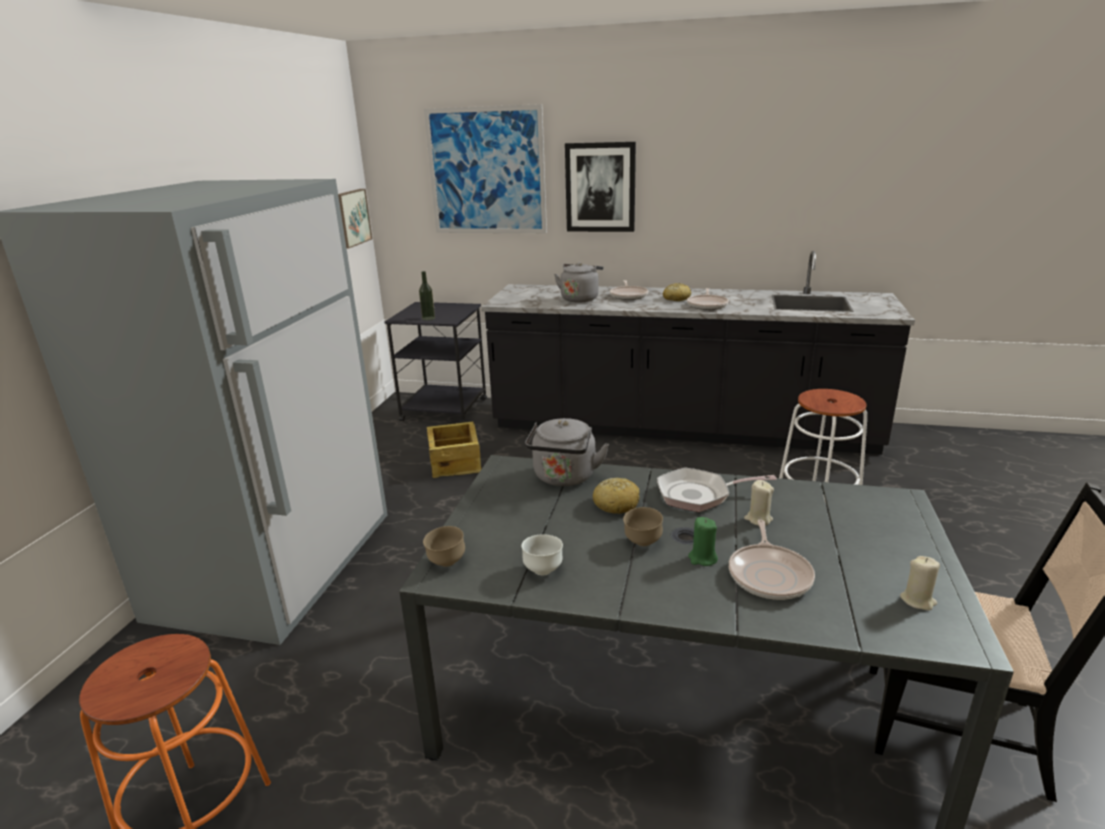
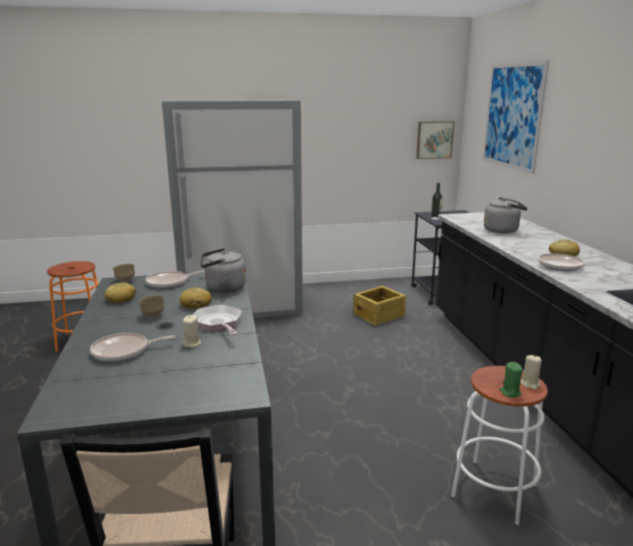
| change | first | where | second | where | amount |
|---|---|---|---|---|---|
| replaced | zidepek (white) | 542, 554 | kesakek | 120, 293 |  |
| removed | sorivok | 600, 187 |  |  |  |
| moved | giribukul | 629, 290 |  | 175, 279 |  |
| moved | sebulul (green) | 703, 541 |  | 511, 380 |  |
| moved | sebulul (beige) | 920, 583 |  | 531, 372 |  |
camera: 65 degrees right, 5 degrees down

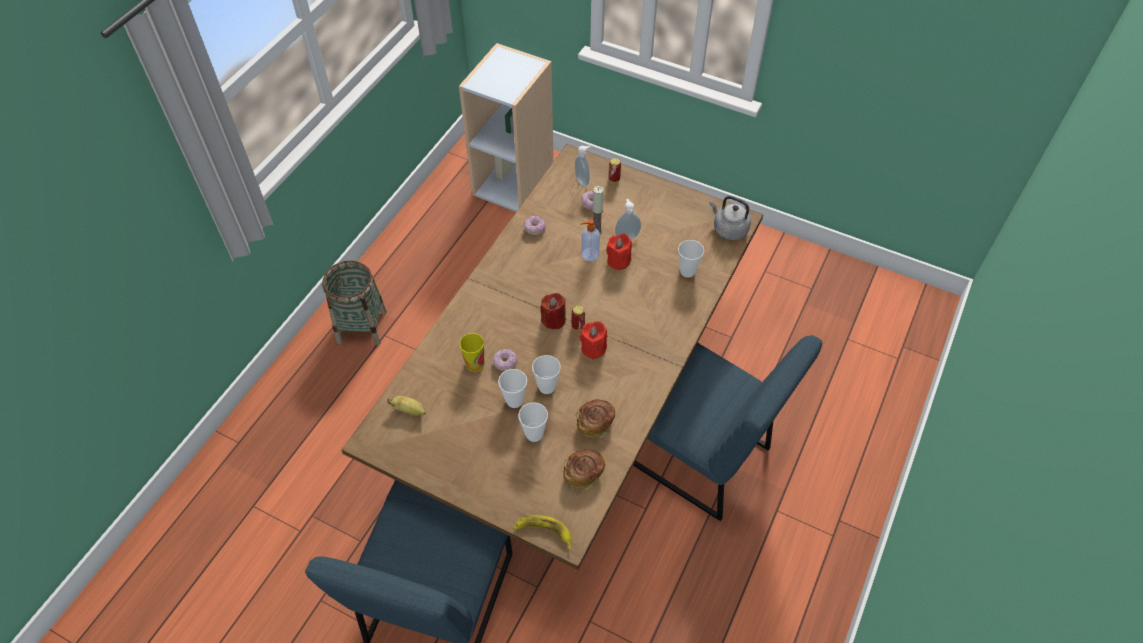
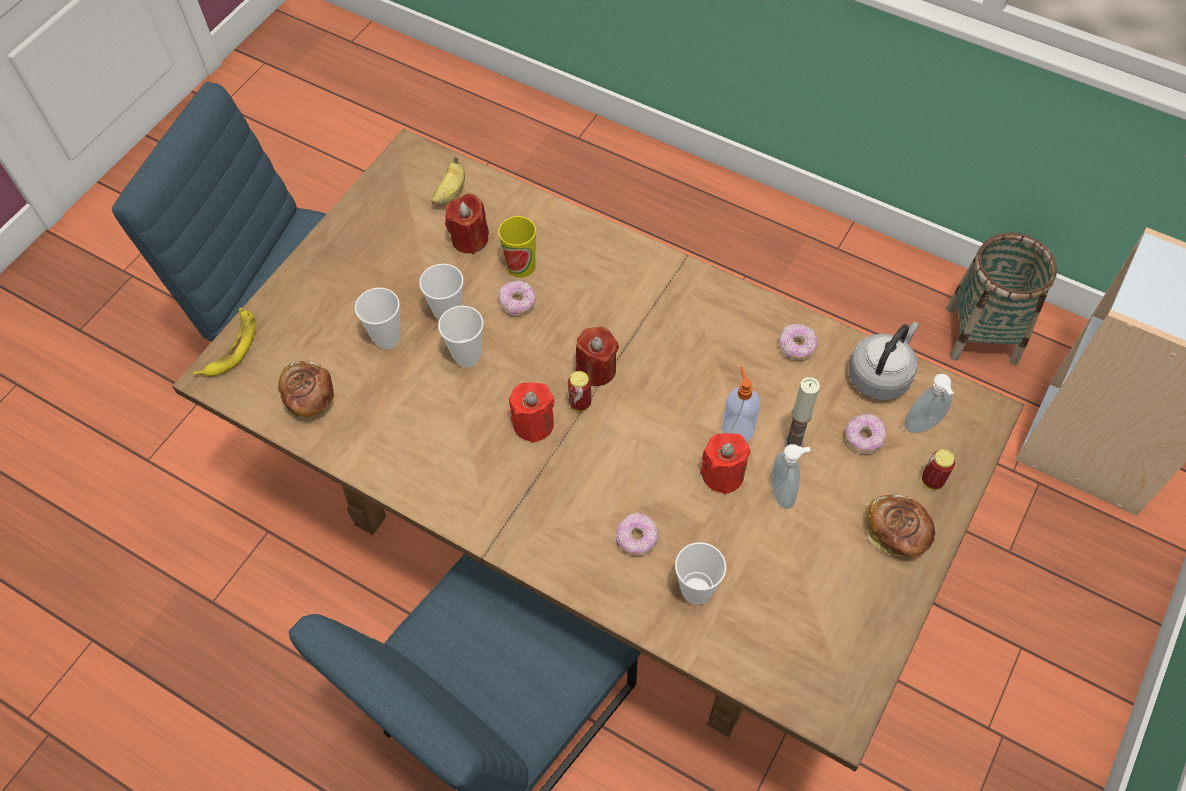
| change | first | where | second | where | amount |
|---|---|---|---|---|---|
| moved | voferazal | 354, 303 |  | 1001, 299 |  |
| moved | kesakek | 596, 418 |  | 901, 526 |  |
| moved | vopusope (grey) | 730, 218 |  | 883, 361 |  |
| added |  |  | sebulul (red) | 467, 224 |  |
| added |  |  | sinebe | 637, 534 |  |
camera: 95 degrees right, 5 degrees up

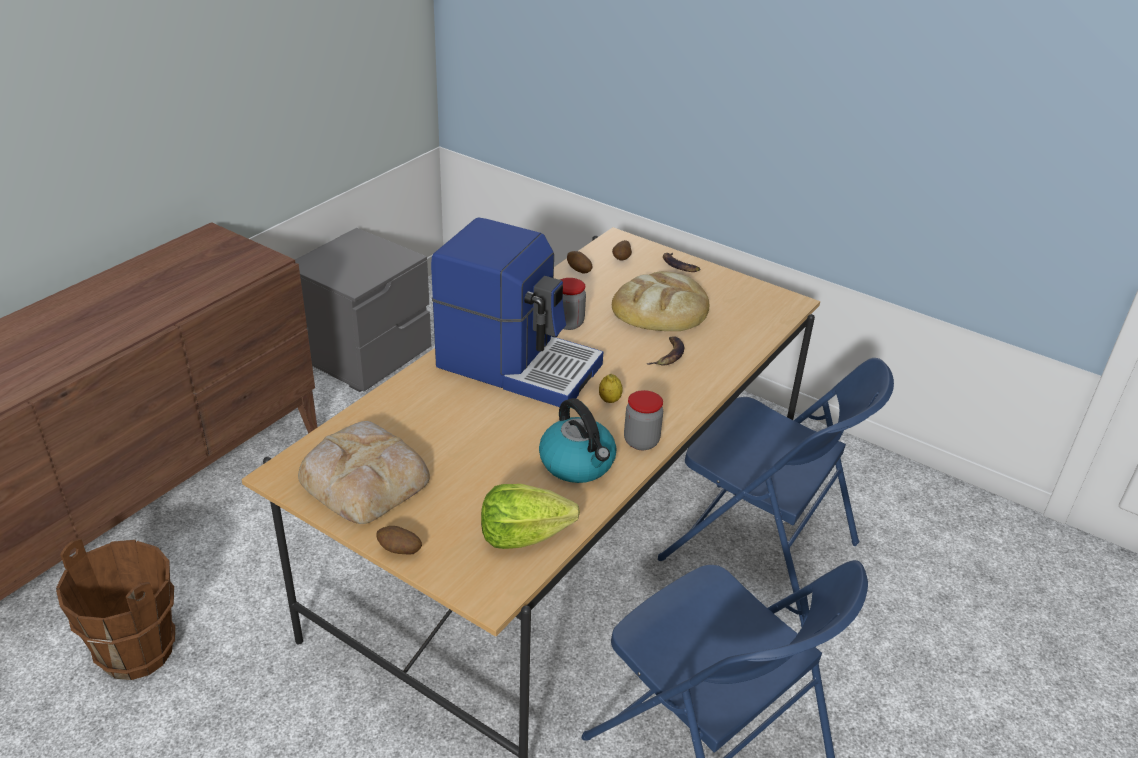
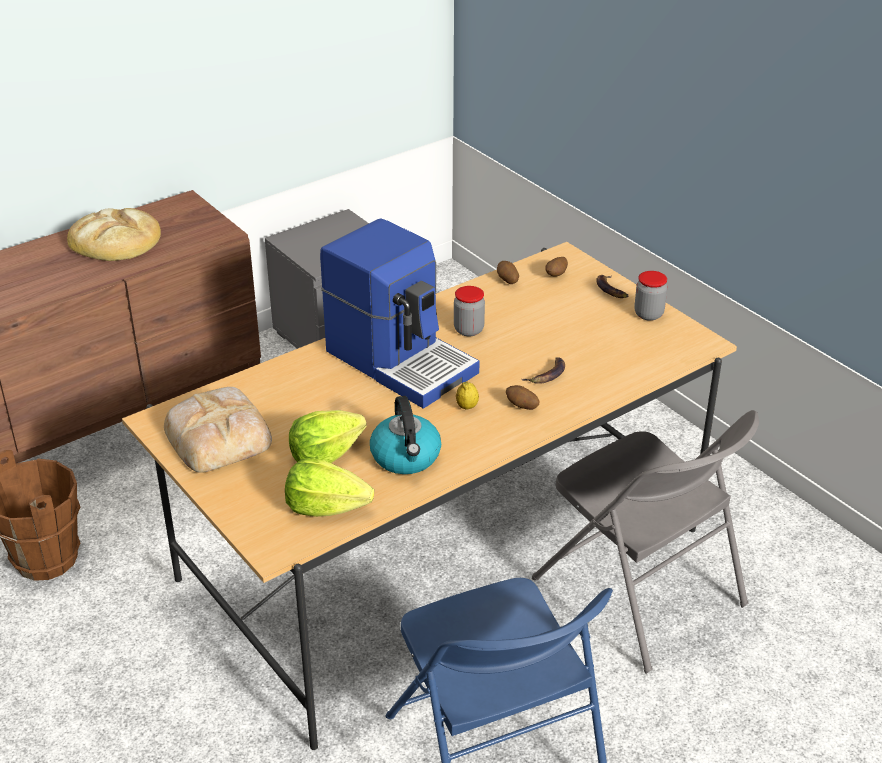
| change | first | where | second | where | amount |
|---|---|---|---|---|---|
| moved | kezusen | 399, 540 |  | 522, 397 |  |
| moved | kesakek | 660, 301 |  | 114, 234 |  |
| moved | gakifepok | 643, 420 |  | 650, 296 |  |
| recoloured | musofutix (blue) | 776, 492 | musofutix (grey) | 645, 542 |  |
| added |  |  | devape | 328, 436 |  |
camera: 20 degrees right, 0 degrees up

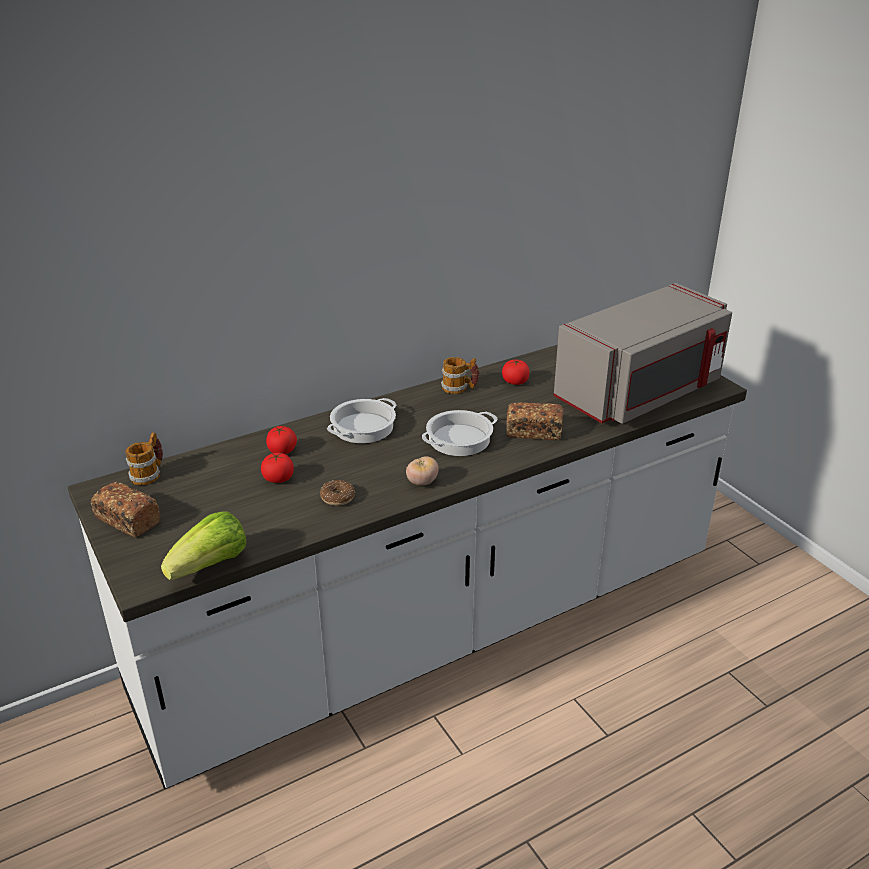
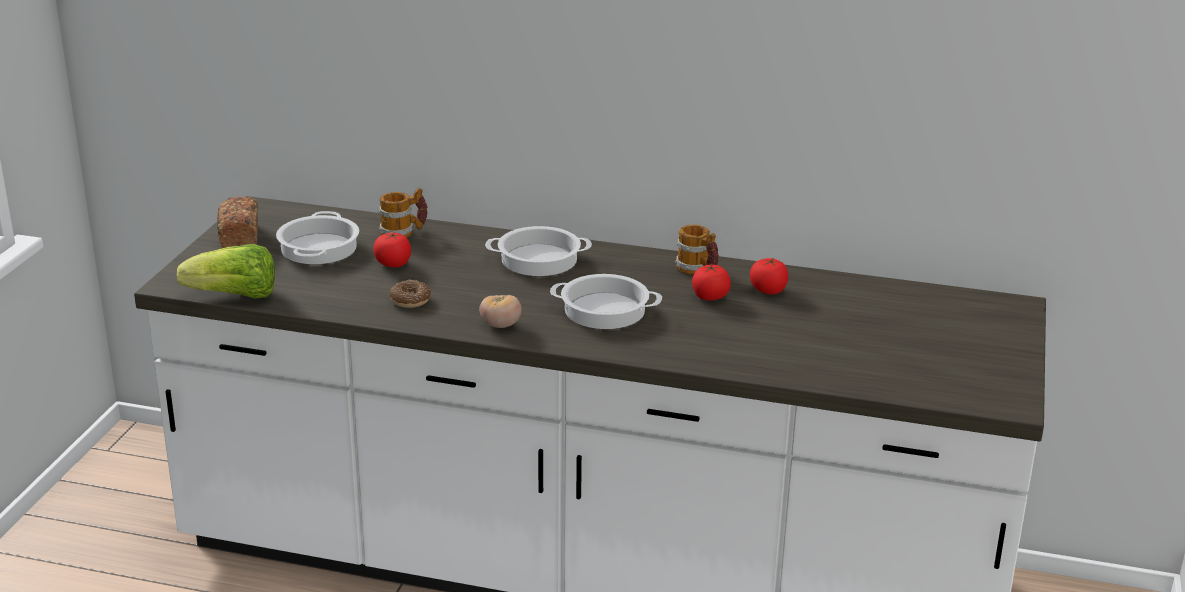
| change | first | where | second | where | amount |
|---|---|---|---|---|---|
| moved | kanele | 144, 458 |  | 403, 213 |  |
| moved | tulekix | 281, 440 |  | 711, 282 |  |
| removed | kesakek | 535, 421 |  |  |  |
| removed | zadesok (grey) | 643, 353 |  |  |  |
| added |  |  | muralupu | 317, 237 |  |
camera: 45 degrees right, 5 degrees down

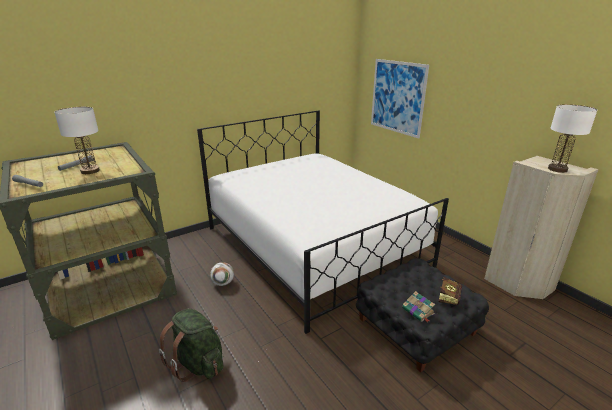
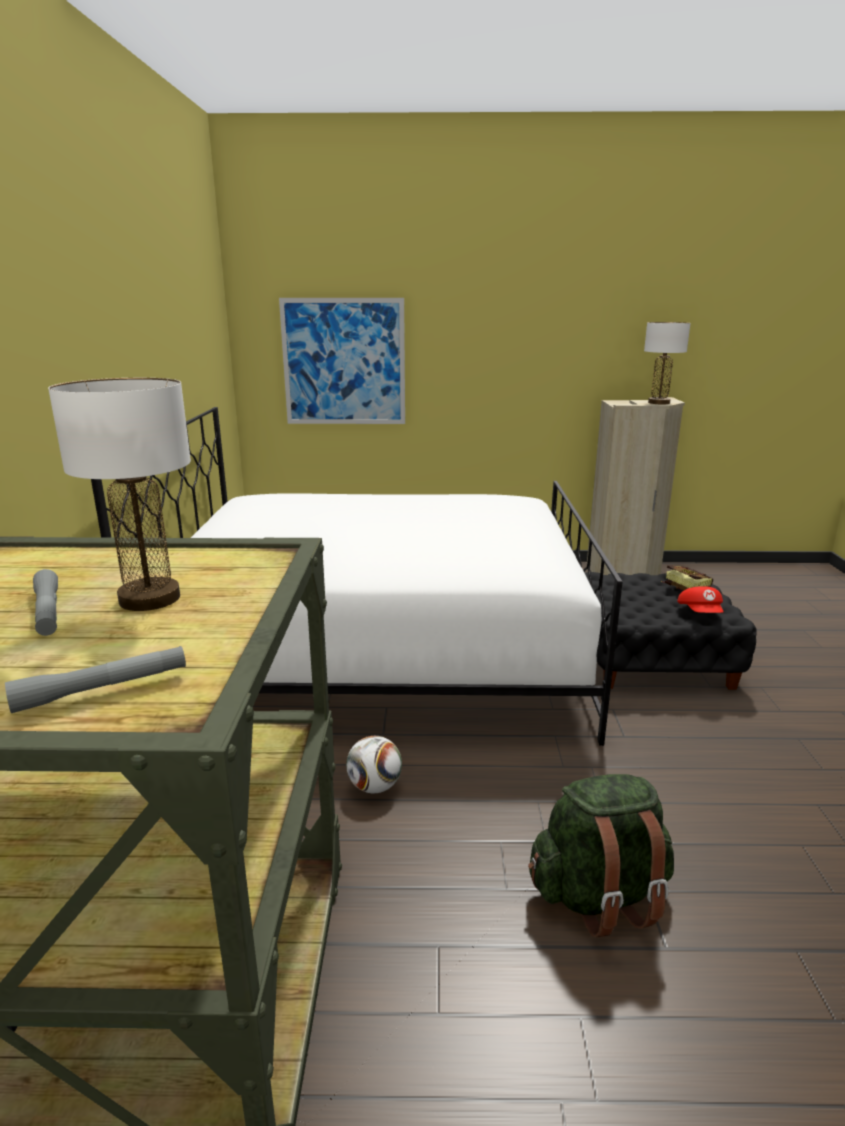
| change | first | where | second | where | amount |
|---|---|---|---|---|---|
| replaced | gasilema | 418, 306 | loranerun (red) | 700, 599 |  |
camera: 55 degrees left, 5 degrees down

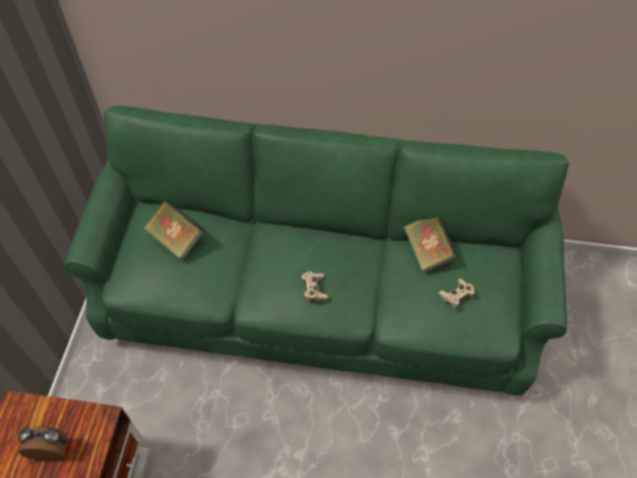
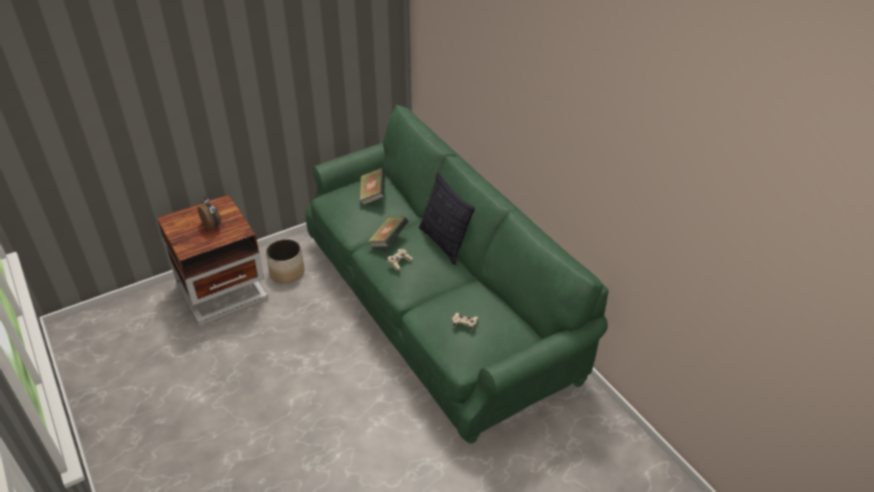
| change | first | where | second | where | amount |
|---|---|---|---|---|---|
| moved | gasilema | 431, 245 |  | 388, 232 |  |
| added |  |  | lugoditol | 285, 261 |  |
| added |  |  | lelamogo | 447, 218 |  |
camera: 50 degrees right, 15 degrees down

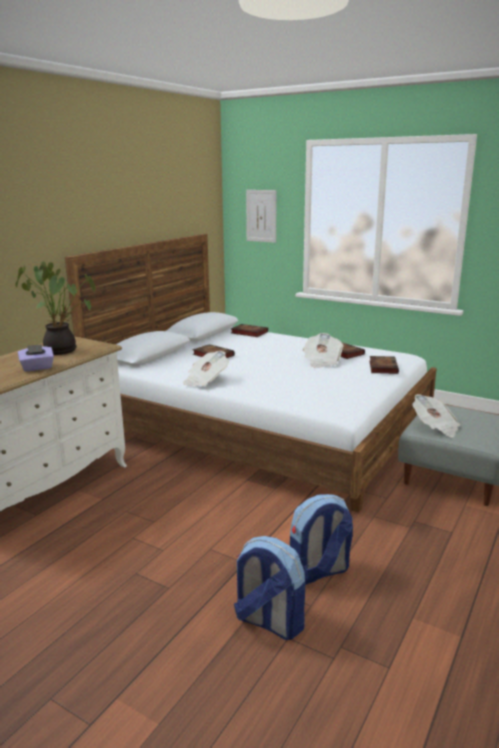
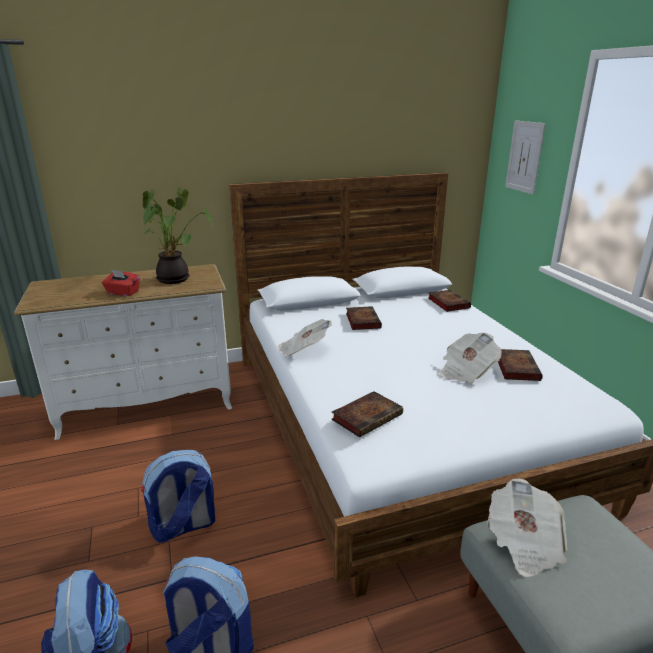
| change | first | where | second | where | amount |
|---|---|---|---|---|---|
| recoloured | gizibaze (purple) | 36, 358 | gizibaze (red) | 121, 283 |  |
| moved | gasilema | 384, 365 |  | 367, 414 |  |
| added |  |  | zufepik | 178, 496 |  |
camera: 40 degrees right, 5 degrees up

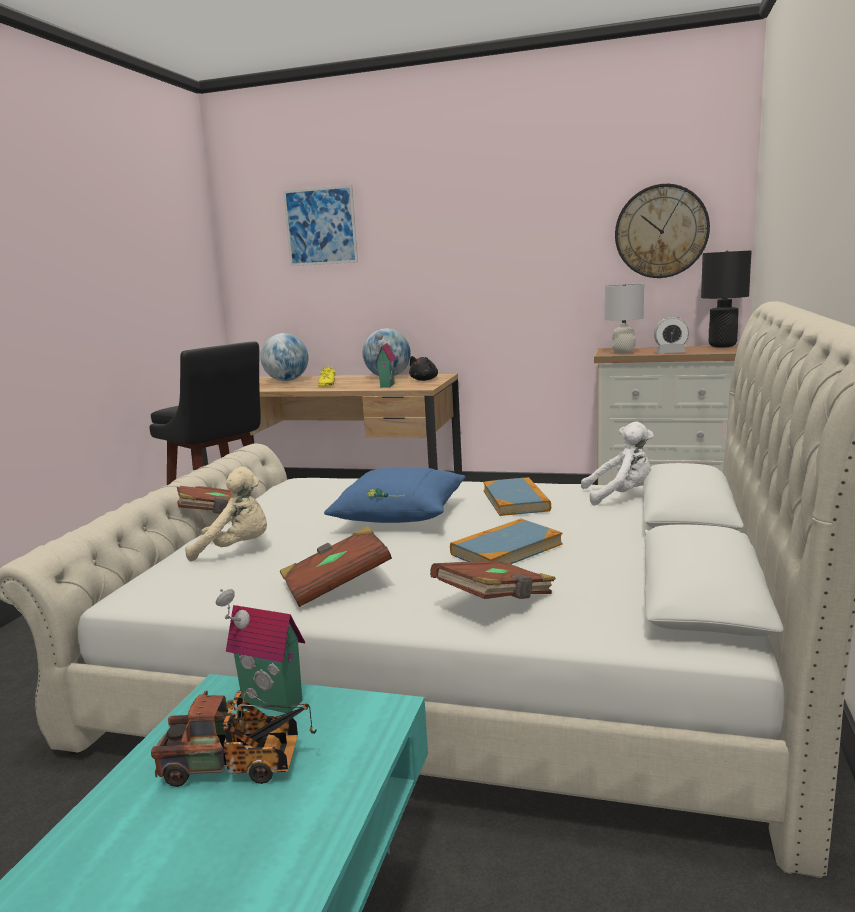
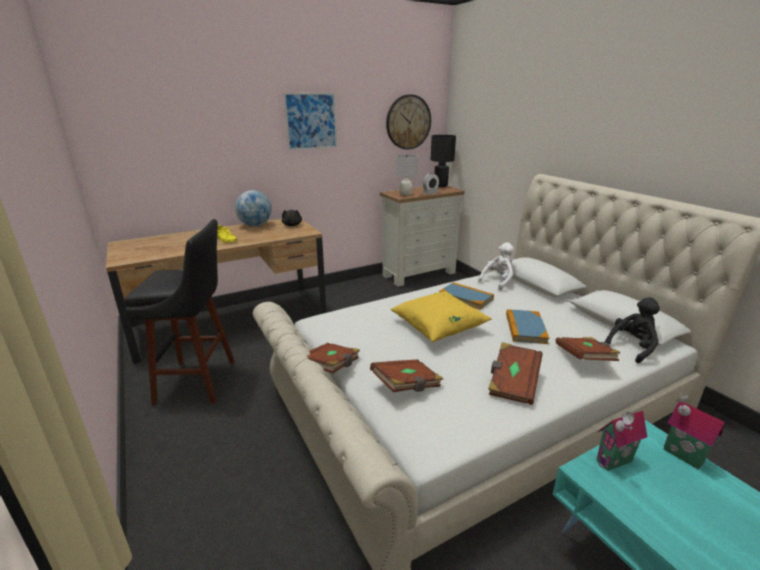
| change | first | where | second | where | amount |
|---|---|---|---|---|---|
| removed | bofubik | 234, 738 |  |  |  |
| replaced | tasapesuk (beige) | 226, 514 | gasilema (brown) | 406, 376 |  |
| removed | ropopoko | 284, 357 |  |  |  |
| moved | sorivok | 320, 225 |  | 310, 121 |  |
| recoloured | lelamogo (blue) | 394, 495 | lelamogo (yellow) | 441, 316 |  |
| moved | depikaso | 385, 360 |  | 694, 430 |  |
| added |  |  | tasapesuk (black) | 632, 330 |  |
camera: 45 degrees left, 10 degrees up

